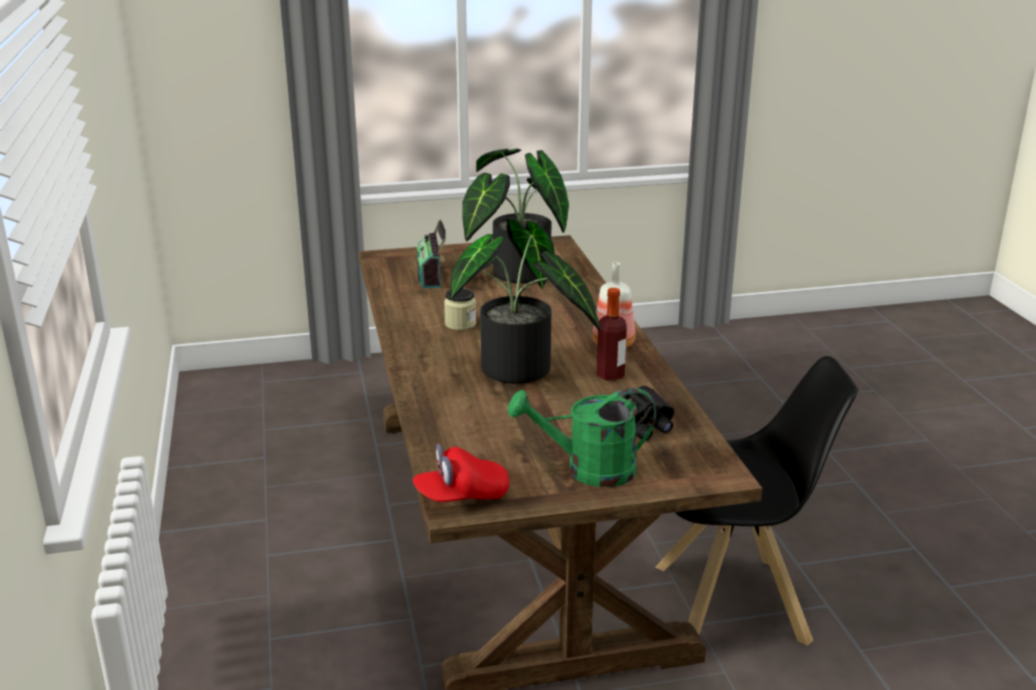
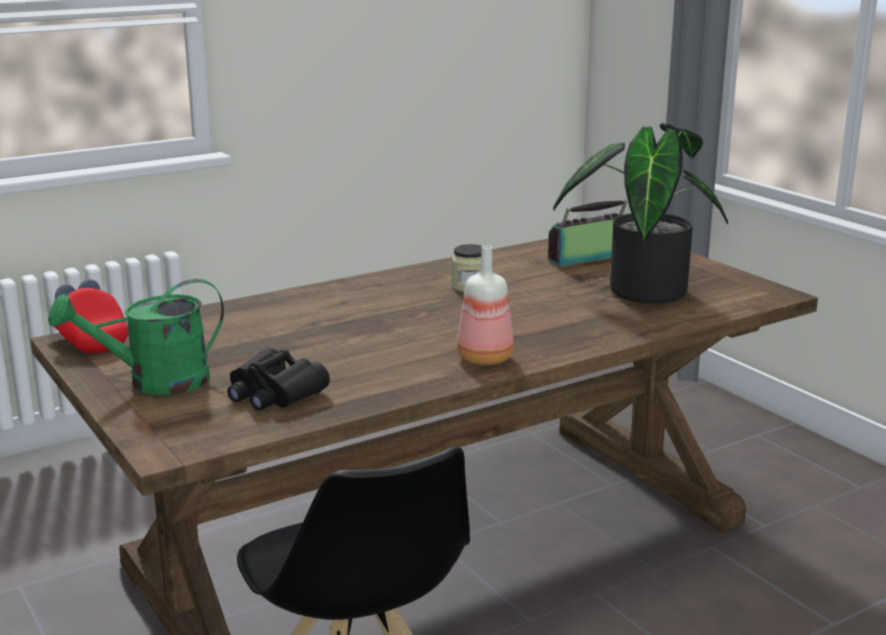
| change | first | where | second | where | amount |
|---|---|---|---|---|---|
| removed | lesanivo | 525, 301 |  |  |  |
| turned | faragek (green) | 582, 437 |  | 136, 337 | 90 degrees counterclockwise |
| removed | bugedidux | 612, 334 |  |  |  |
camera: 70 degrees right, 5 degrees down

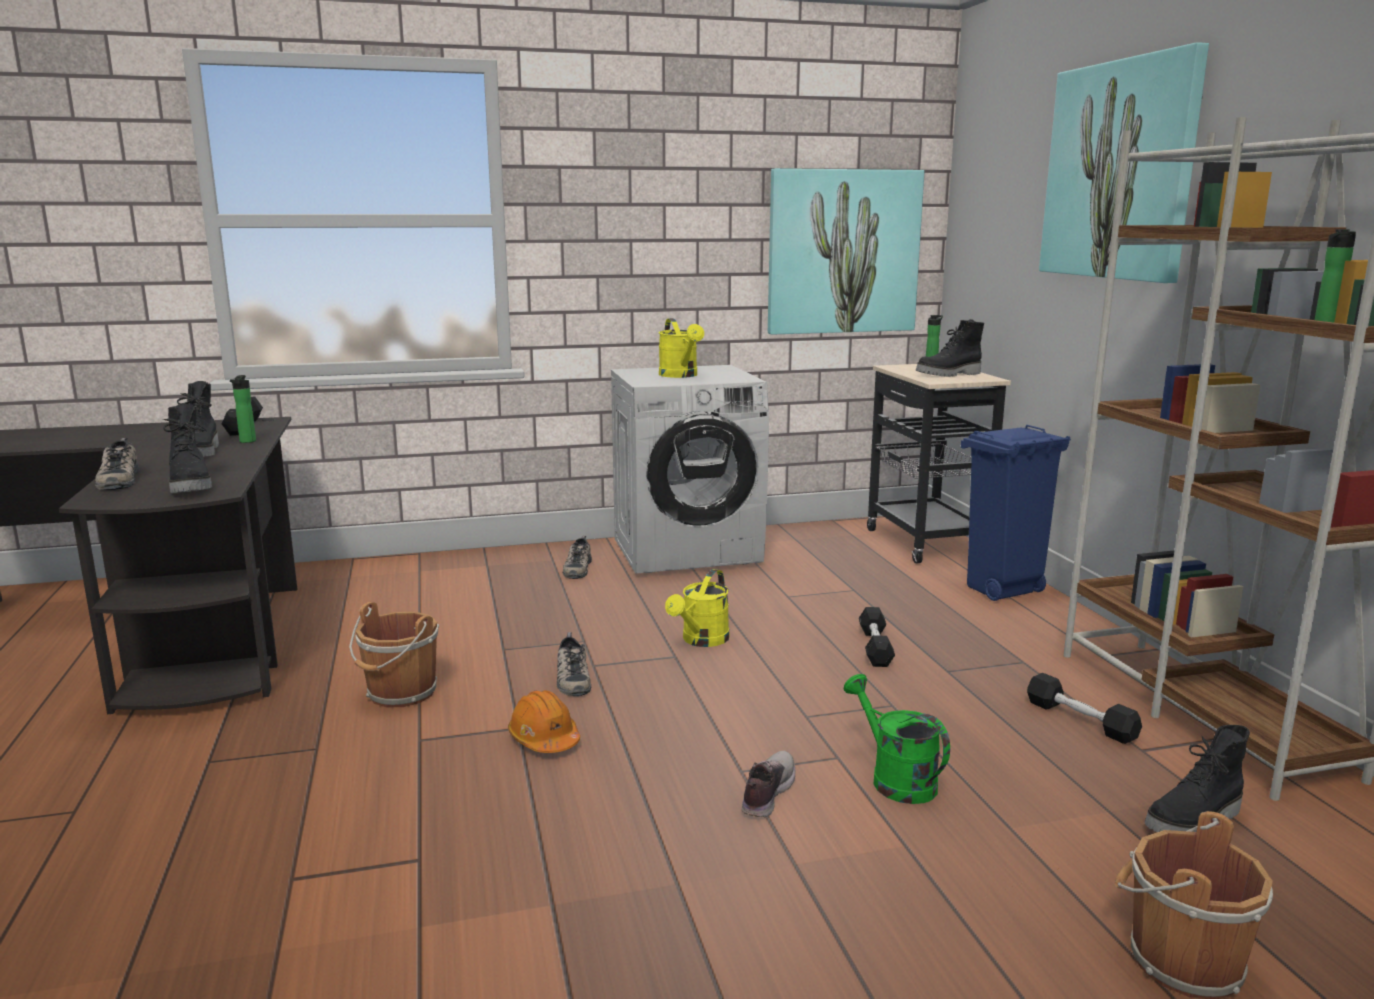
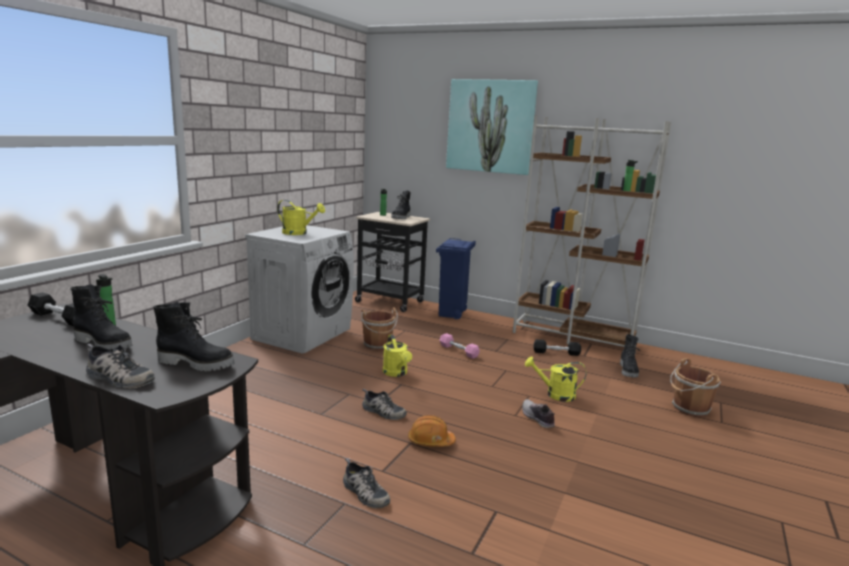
| change | first | where | second | where | amount |
|---|---|---|---|---|---|
| moved | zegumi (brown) | 394, 654 |  | 379, 328 |  |
| moved | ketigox | 577, 557 |  | 366, 483 |  |
| removed | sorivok | 846, 251 |  |  |  |
| recoloured | faragek (green) | 897, 739 | faragek (yellow) | 555, 379 |  |
| recoloured | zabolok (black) | 877, 637 | zabolok (pink) | 460, 346 |  |
camera: 50 degrees left, 0 degrees up

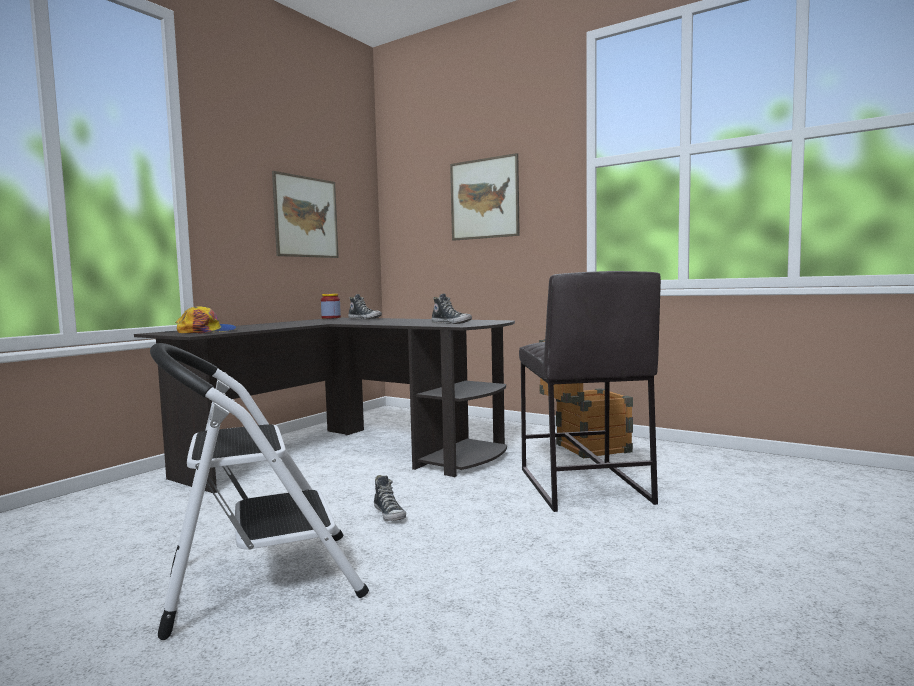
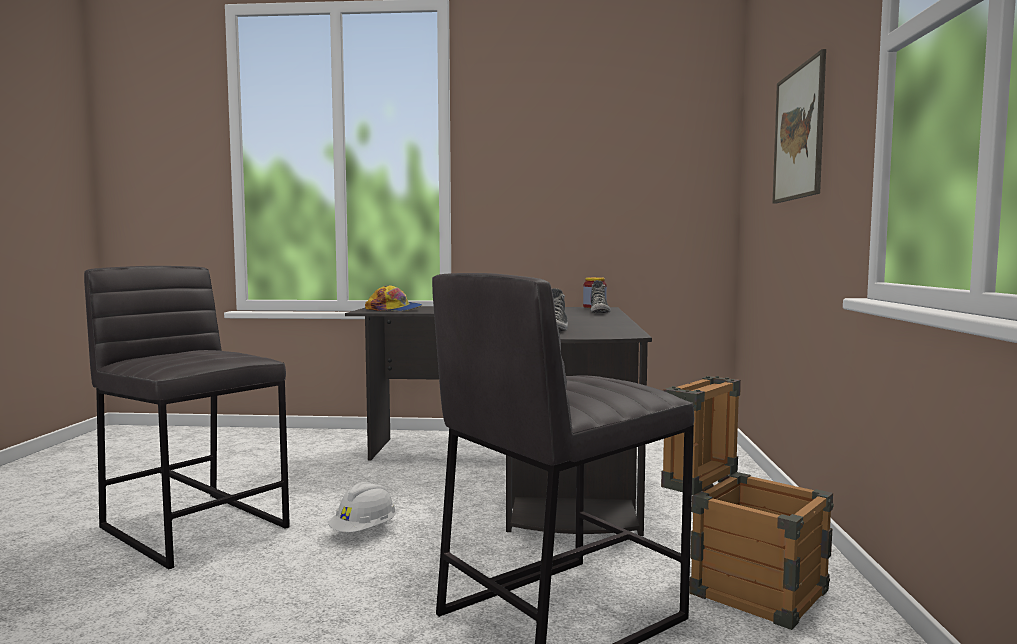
| change | first | where | second | where | amount |
|---|---|---|---|---|---|
| replaced | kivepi | 259, 491 | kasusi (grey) | 187, 417 |  |
| removed | sorivok | 305, 214 |  |  |  |
| replaced | ketigox | 390, 498 | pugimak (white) | 362, 507 |  |
camera: 60 degrees right, 0 degrees up

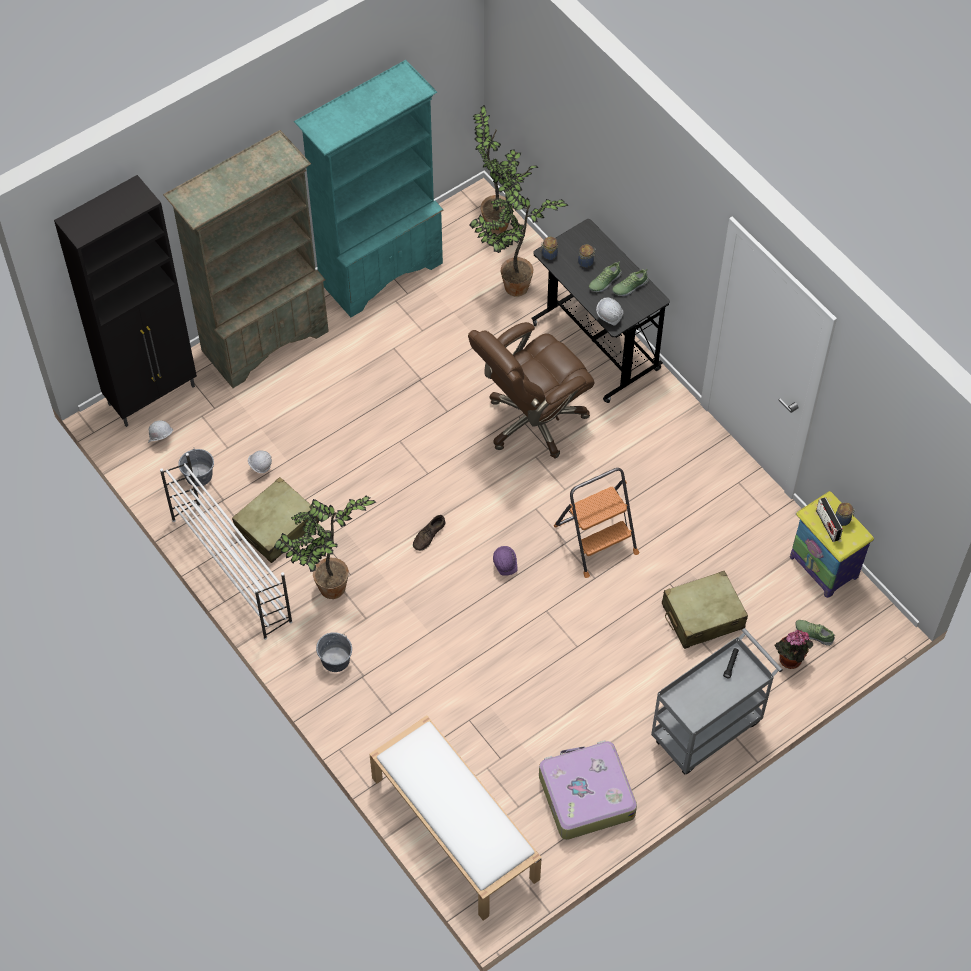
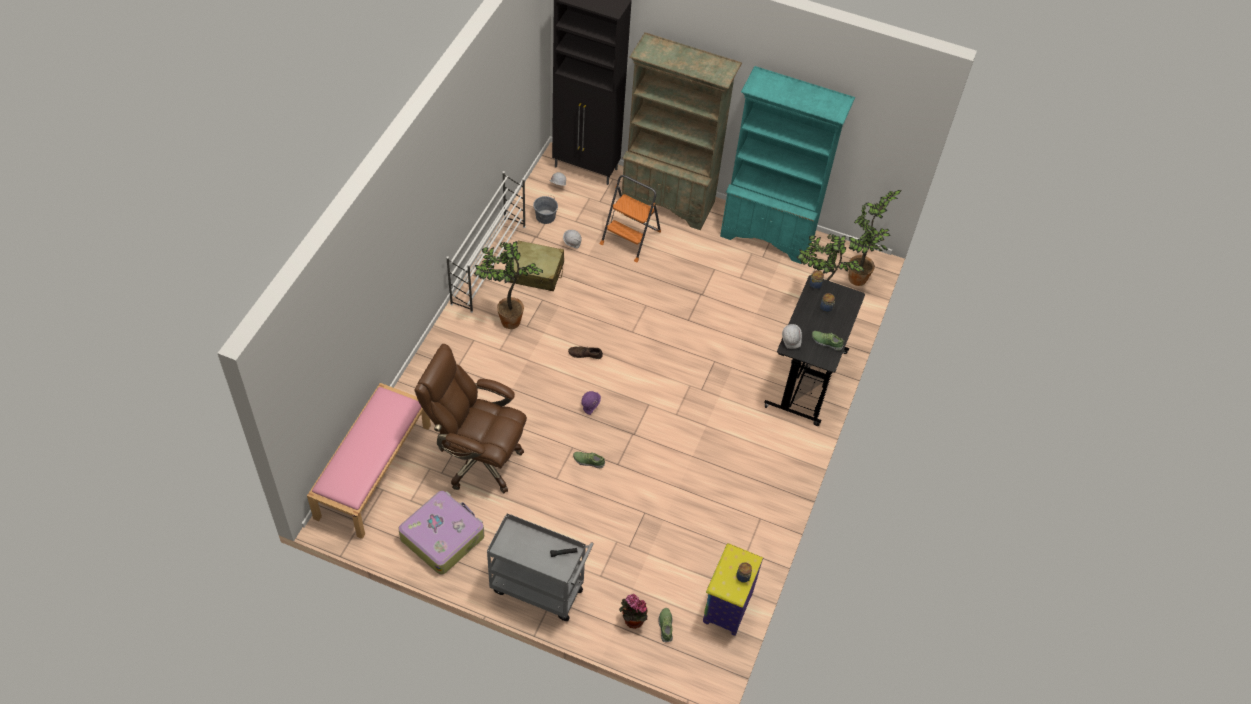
| change | first | where | second | where | amount |
|---|---|---|---|---|---|
| removed | zegumi (grey) | 334, 652 |  |  |  |
| recoloured | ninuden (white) | 455, 818 | ninuden (pink) | 369, 461 |  |
| moved | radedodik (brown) | 531, 390 |  | 471, 418 |  |
| moved | kivepi (orange) | 596, 523 |  | 630, 218 |  |
| moved | ketigox | 605, 276 |  | 589, 460 |  |
| removed | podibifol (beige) | 705, 610 |  |  |  |
| removed | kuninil | 829, 519 |  |  |  |
camera: 55 degrees right, 5 degrees down

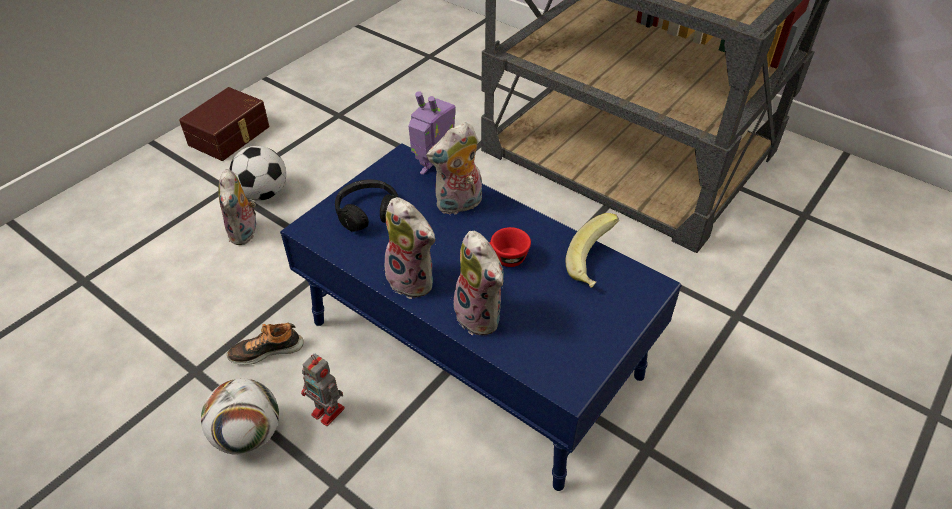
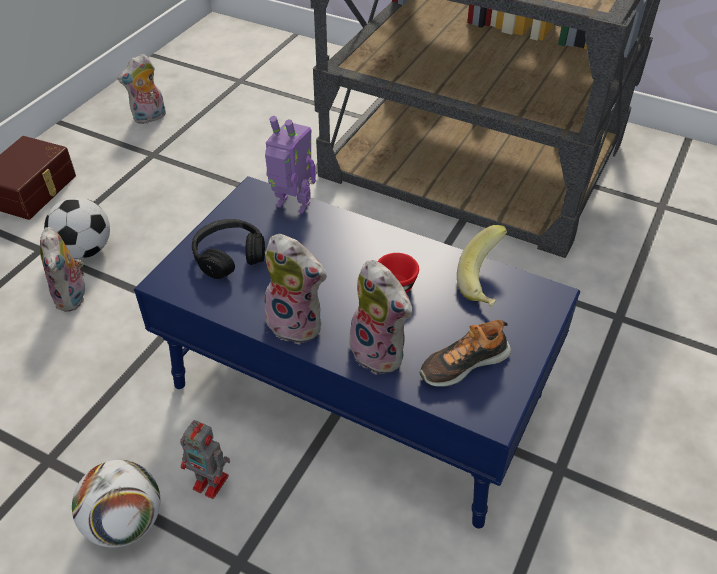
| change | first | where | second | where | amount |
|---|---|---|---|---|---|
| moved | ketigox | 265, 343 |  | 465, 353 |  |
| moved | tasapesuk | 454, 168 |  | 141, 89 |  |
camera: 10 degrees left, 0 degrees up

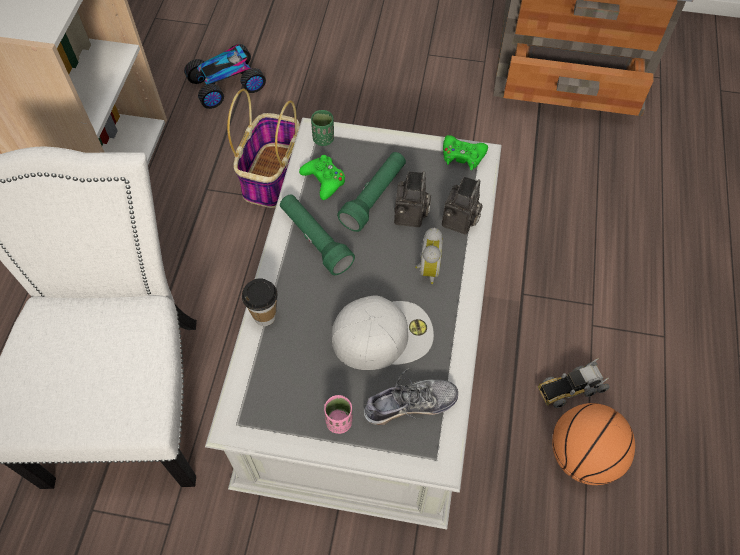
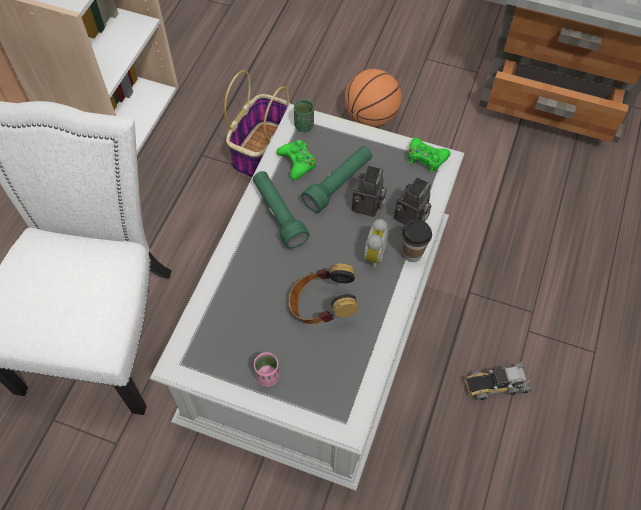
| change | first | where | second | where | amount |
|---|---|---|---|---|---|
| removed | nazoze | 225, 76 |  |  |  |
| moved | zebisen | 260, 302 |  | 416, 240 |  |
| replaced | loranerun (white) | 383, 333 | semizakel | 323, 293 |  |
| removed | ketigox | 411, 396 |  |  |  |
| moved | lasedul | 593, 444 |  | 373, 98 |  |
camera: 10 degrees right, 0 degrees up

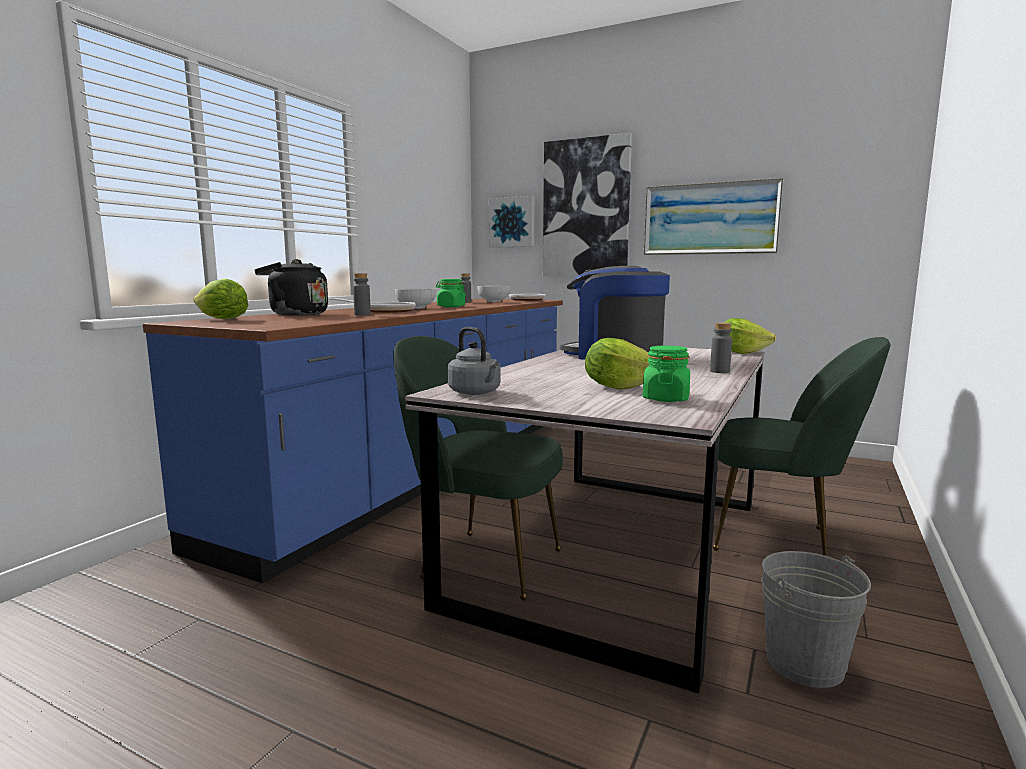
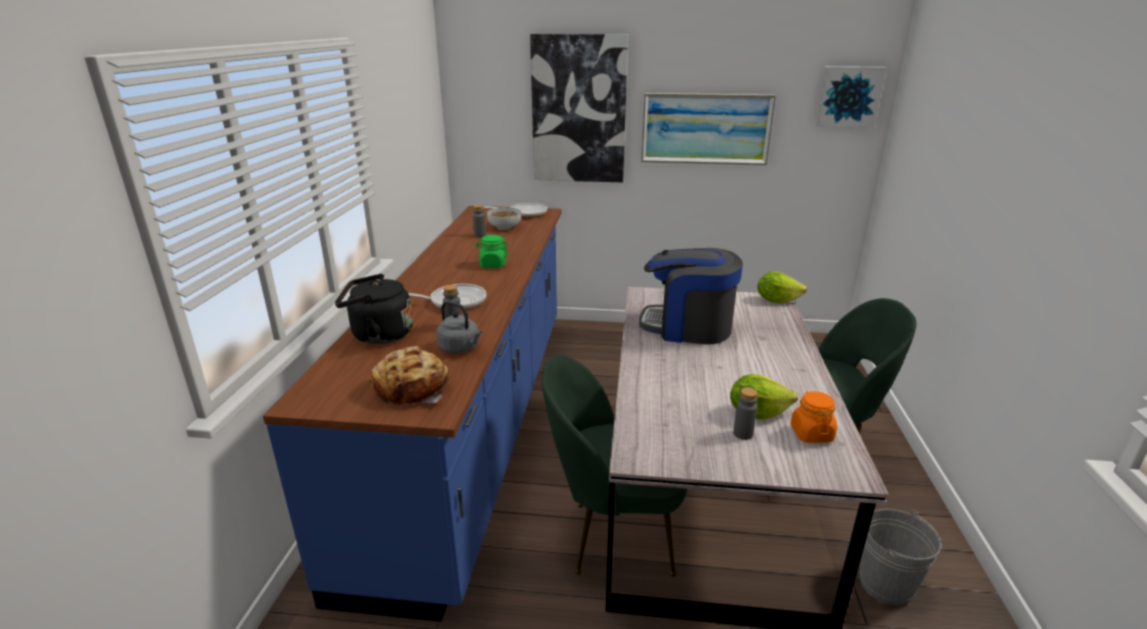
| change | first | where | second | where | amount |
|---|---|---|---|---|---|
| removed | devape | 221, 299 |  |  |  |
| removed | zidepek | 415, 298 |  |  |  |
| moved | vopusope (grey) | 474, 361 |  | 459, 327 |  |
| moved | sorivok | 512, 222 |  | 851, 97 |  |
| recoloured | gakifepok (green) | 666, 374 | gakifepok (orange) | 814, 417 |  |
| moved | bugedidux (grey) | 721, 348 |  | 745, 413 |  |
| added |  |  | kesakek | 409, 375 |  |
camera: 20 degrees left, 15 degrees up

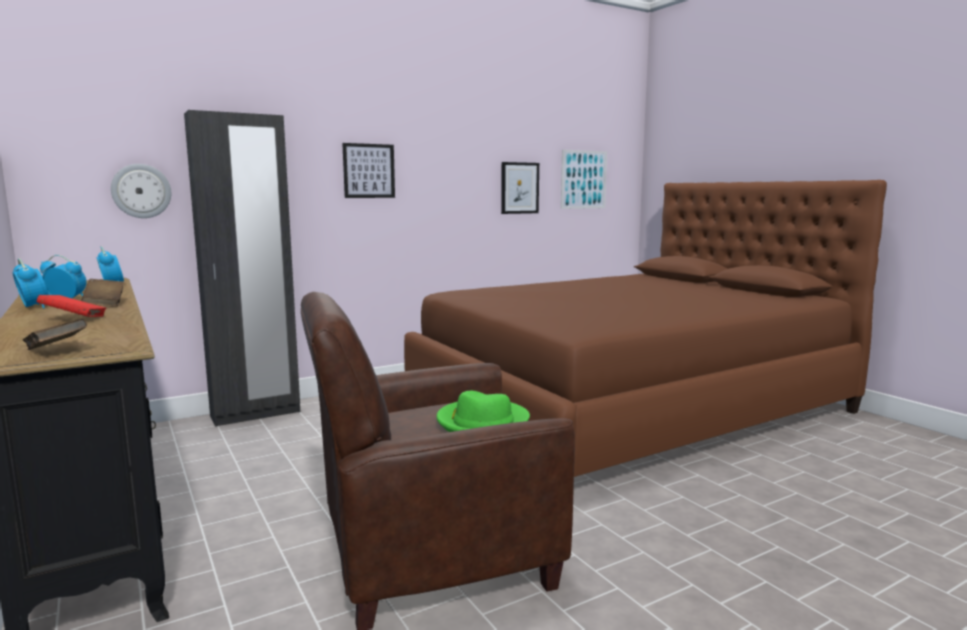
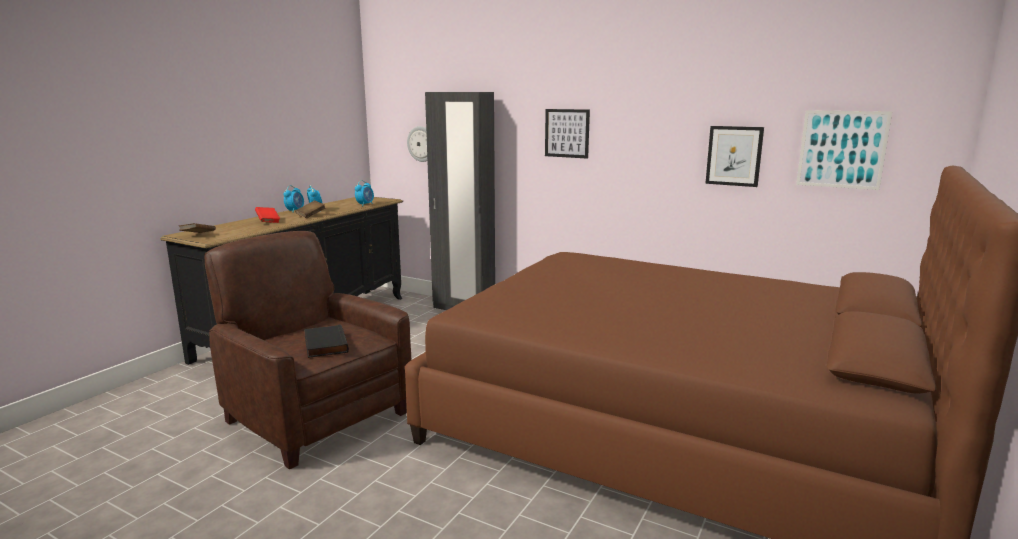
| change | first | where | second | where | amount |
|---|---|---|---|---|---|
| replaced | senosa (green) | 483, 411 | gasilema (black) | 326, 341 |  |
camera: 60 degrees right, 5 degrees up

